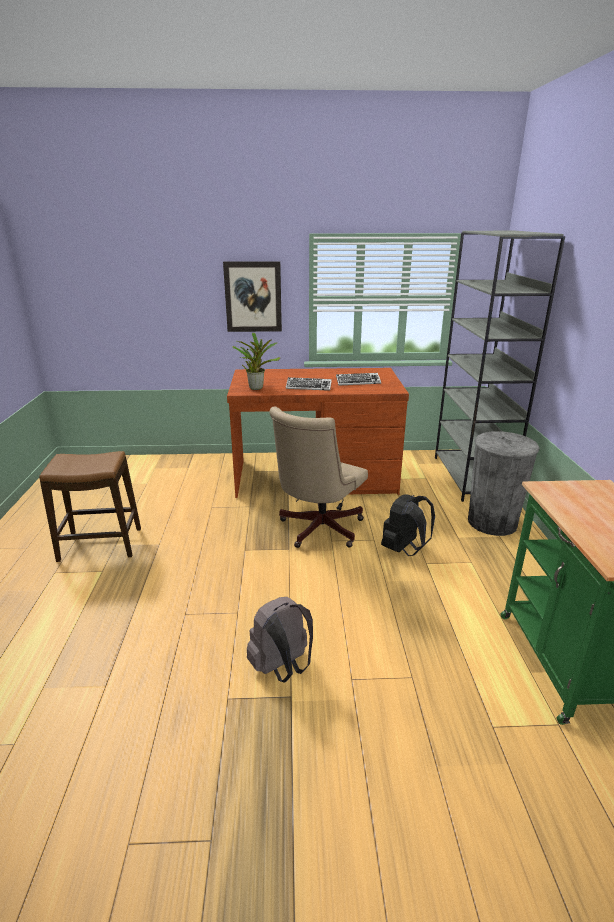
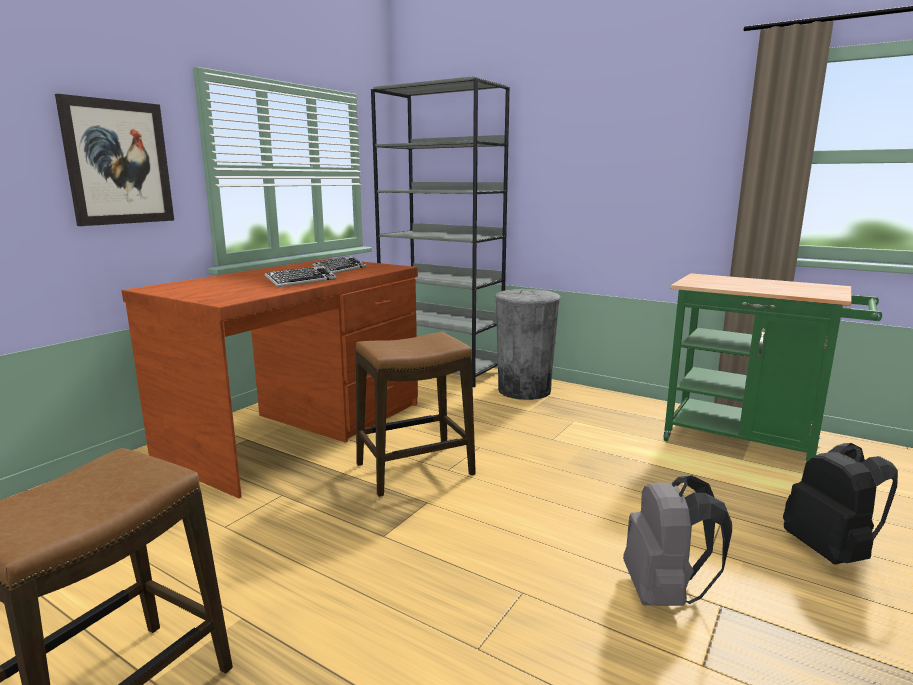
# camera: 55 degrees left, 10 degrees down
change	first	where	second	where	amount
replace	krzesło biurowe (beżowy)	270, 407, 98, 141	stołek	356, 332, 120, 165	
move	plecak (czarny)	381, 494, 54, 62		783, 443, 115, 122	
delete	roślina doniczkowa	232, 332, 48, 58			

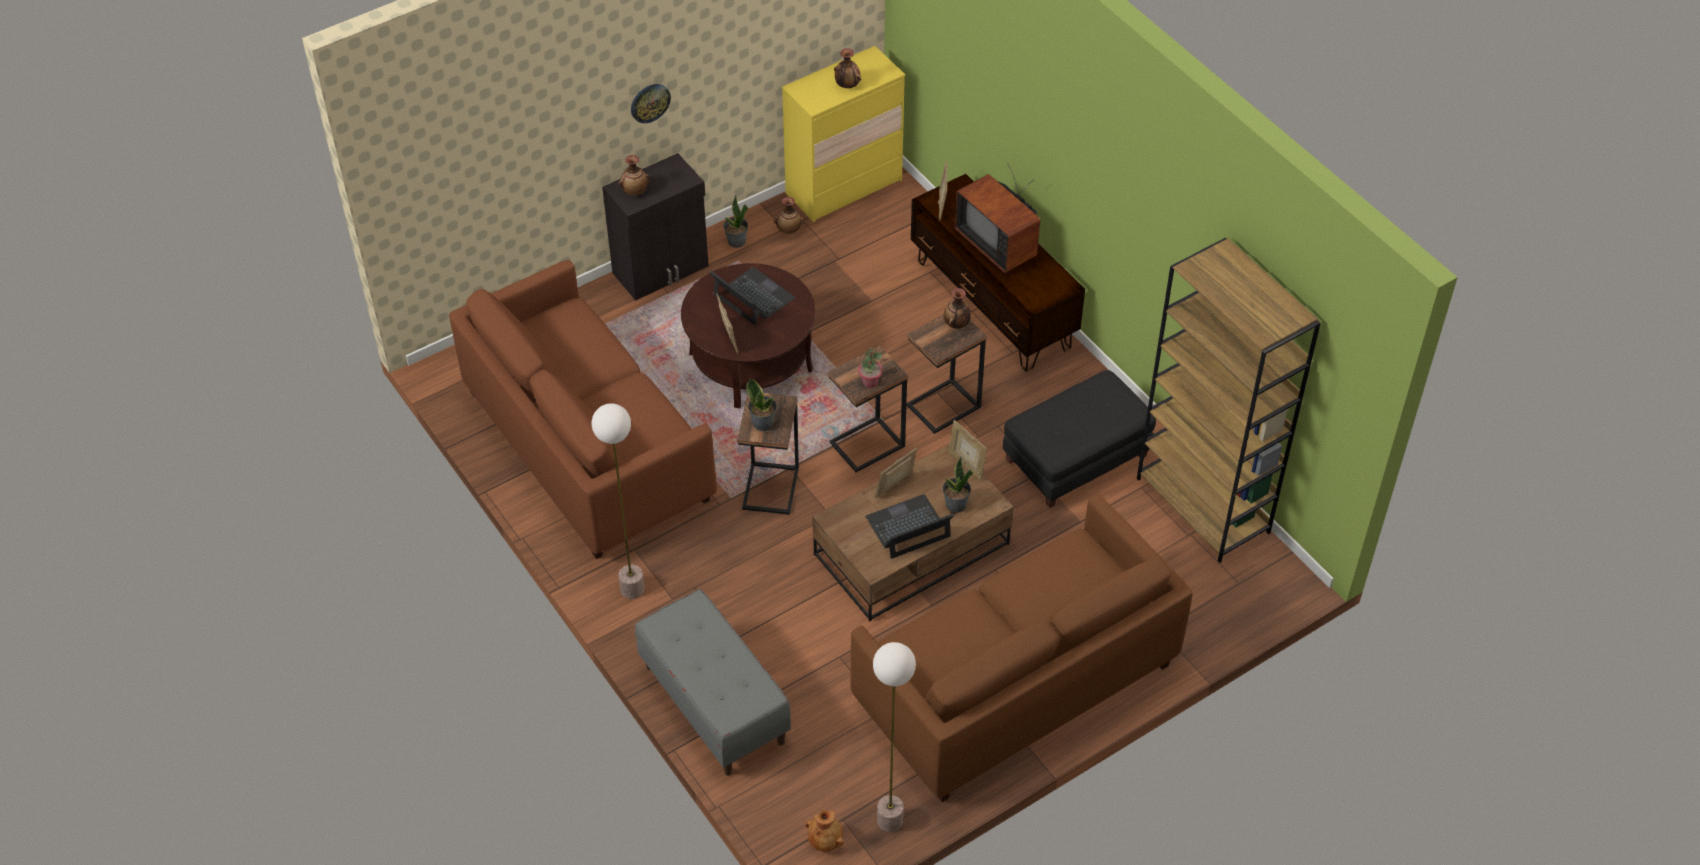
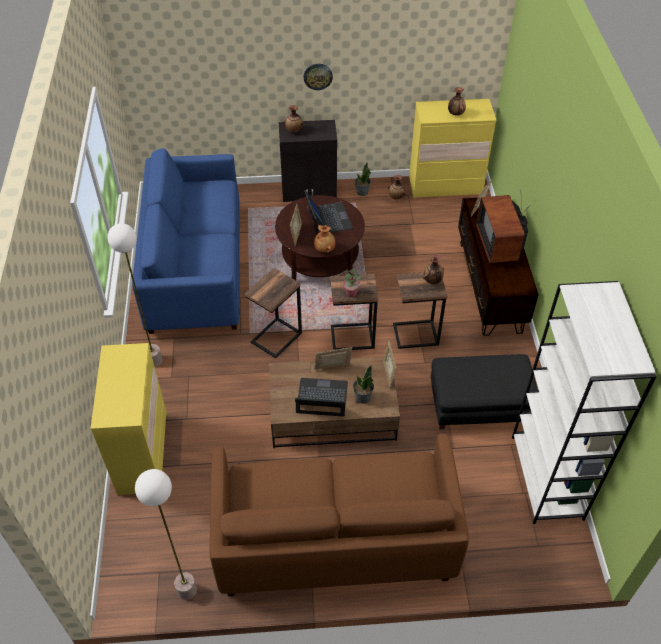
# camera: 30 degrees right, 0 degrees up
change	first	where	second	where	amount
replace	ławka (szary)	635, 589, 156, 187	komoda (żółty)	91, 343, 76, 152	
recolor	kanapa (brązowy)	449, 260, 268, 299	kanapa (niebieski)	132, 148, 108, 186	
move	wazon (brązowy)	806, 810, 38, 41		314, 225, 21, 28	
recolor	regał (brązowy)	1137, 238, 184, 325	regał (biały)	512, 281, 145, 243	
delete	roślina doniczkowa	747, 379, 30, 52			

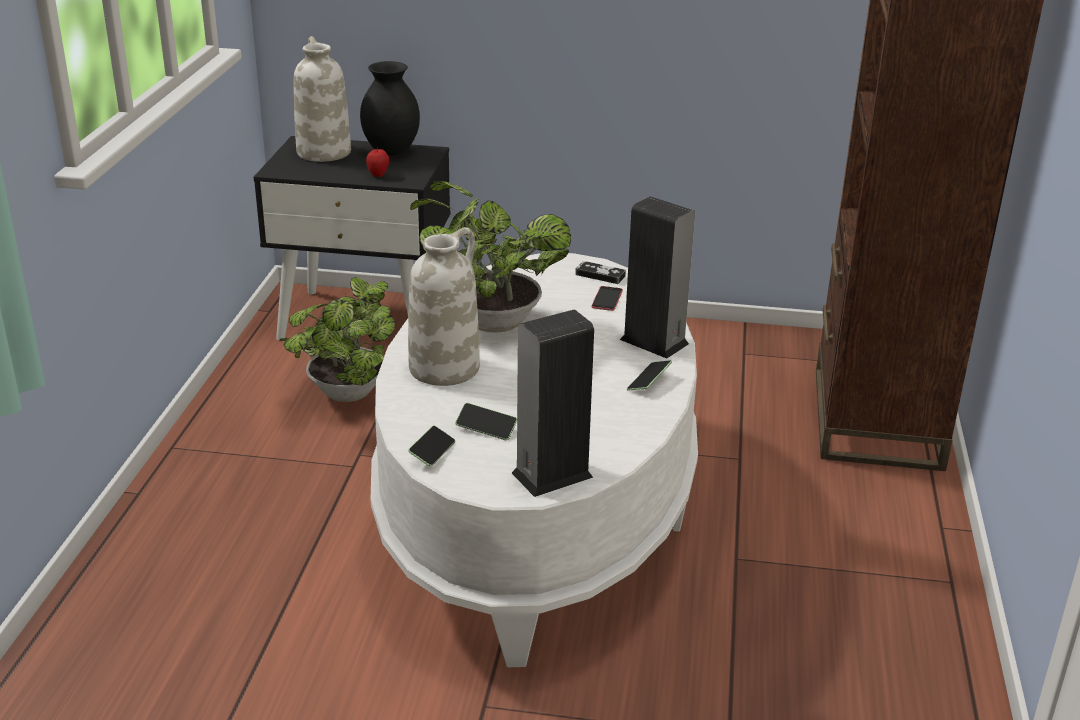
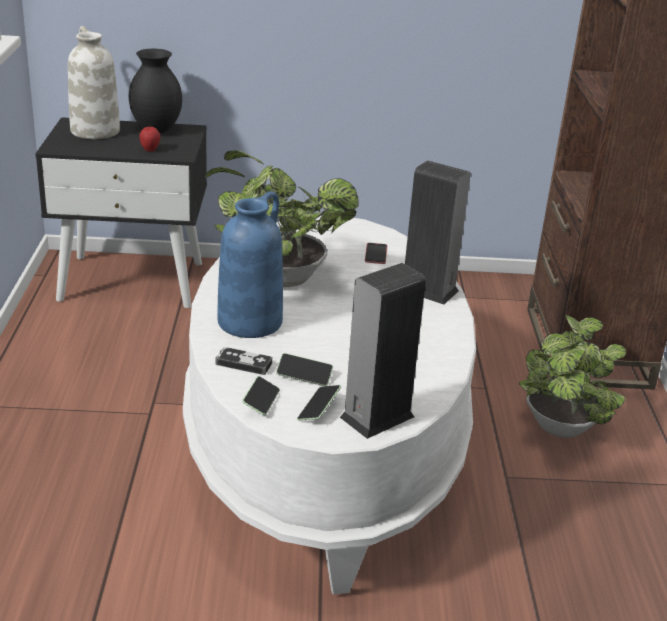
# camera: 10 degrees left, 0 degrees up
change	first	where	second	where	amount
move	pad do gier	575, 261, 51, 23		216, 347, 56, 28	
recolor	wazon (biały)	408, 227, 72, 159	wazon (niebieski)	217, 191, 66, 147	
move	telefon	627, 360, 45, 31		297, 385, 44, 36	
move	roślina doniczkowa	280, 277, 115, 125		519, 314, 107, 124	

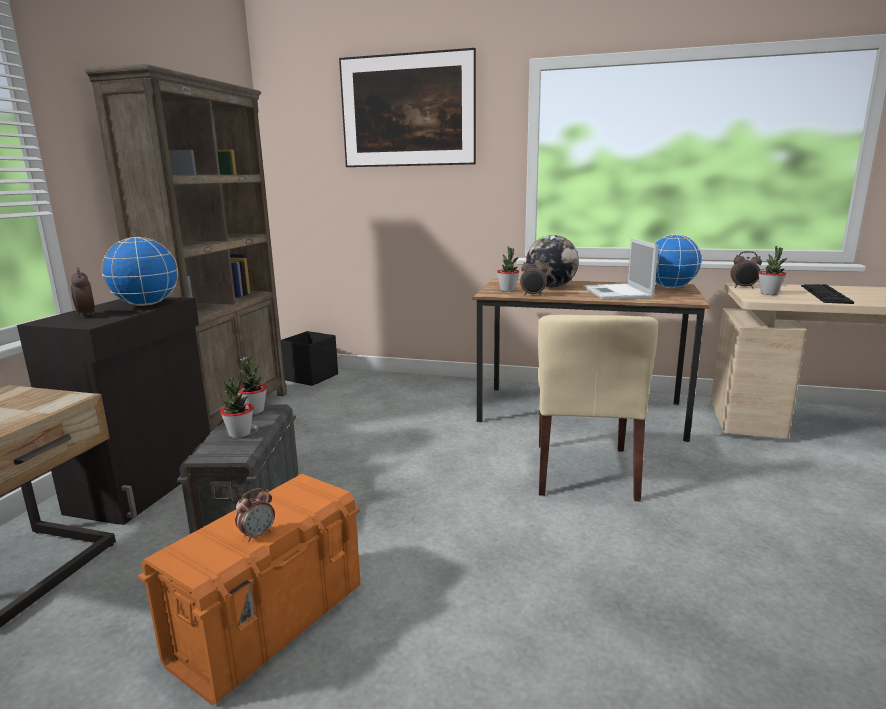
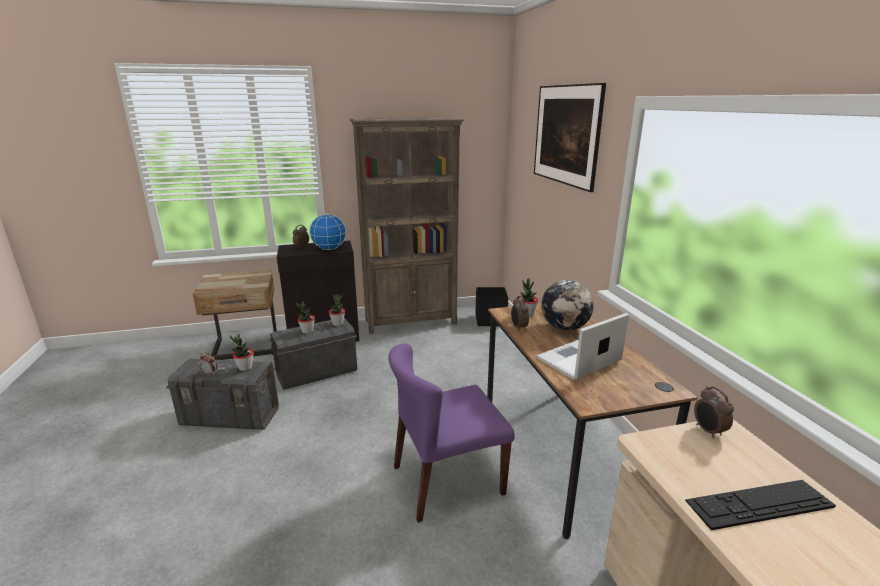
# camera: 60 degrees right, 5 degrees up
change	first	where	second	where	amount
recolor	pojemnik do przechowywania (pomarańczowy)	138, 474, 222, 232	pojemnik do przechowywania (szary)	166, 359, 113, 71	
move	roślina doniczkowa	758, 246, 30, 49		230, 334, 24, 37	
recolor	krzesło (beżowy)	538, 315, 120, 186	krzesło (fioletowy)	388, 343, 127, 180	
delete	globus	654, 234, 48, 54			

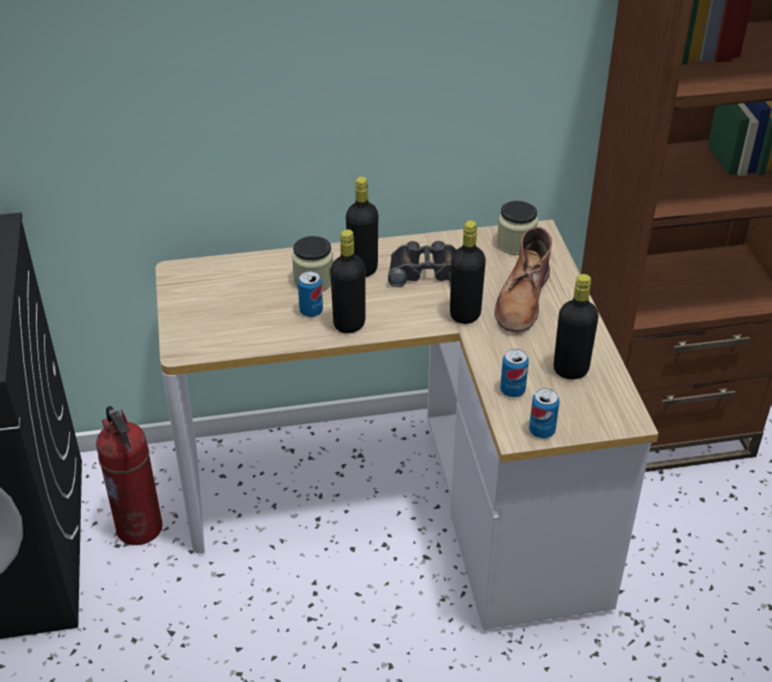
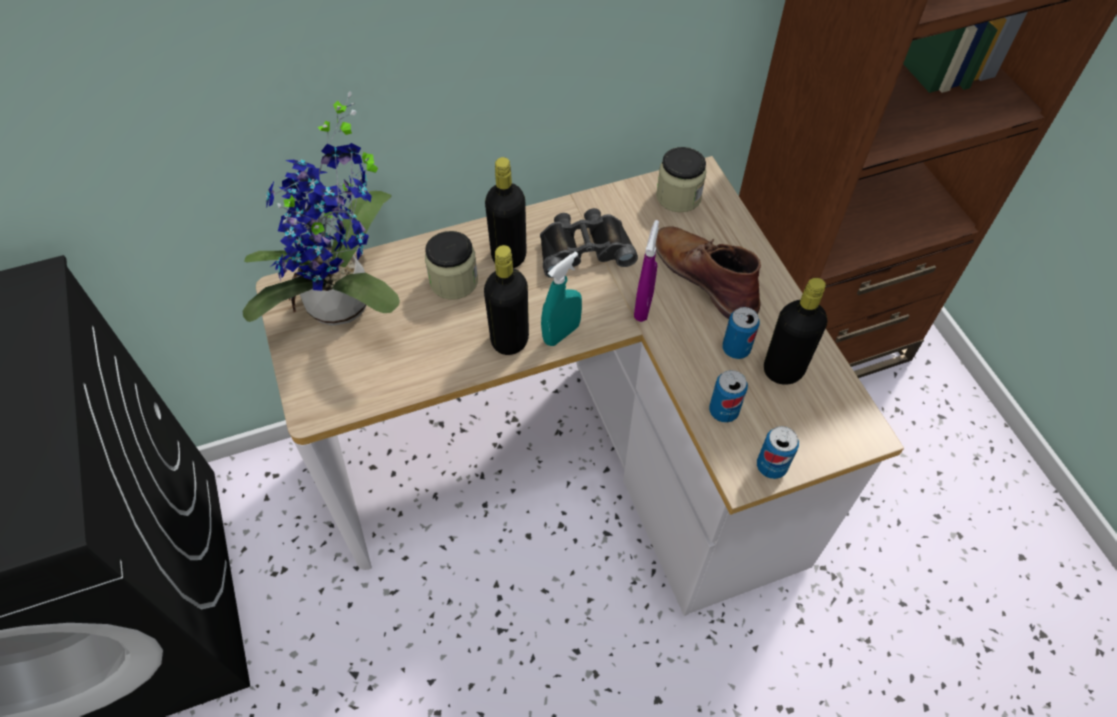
# camera: 10 degrees left, 15 degrees up
change	first	where	second	where	amount
insert			roślina doniczkowa	242, 91, 158, 235	
insert			spryskiwacz (turkusowy)	541, 252, 41, 94	
replace	butelka (czarny)	450, 220, 36, 104	spryskiwacz (fioletowy)	634, 220, 25, 102	
rotate	but z cholewką (brązowy)	495, 227, 57, 106		655, 226, 106, 93	135 degrees clockwise
move	puszka	298, 271, 25, 46		722, 307, 38, 52	
delete	gaśnica	96, 406, 67, 139			

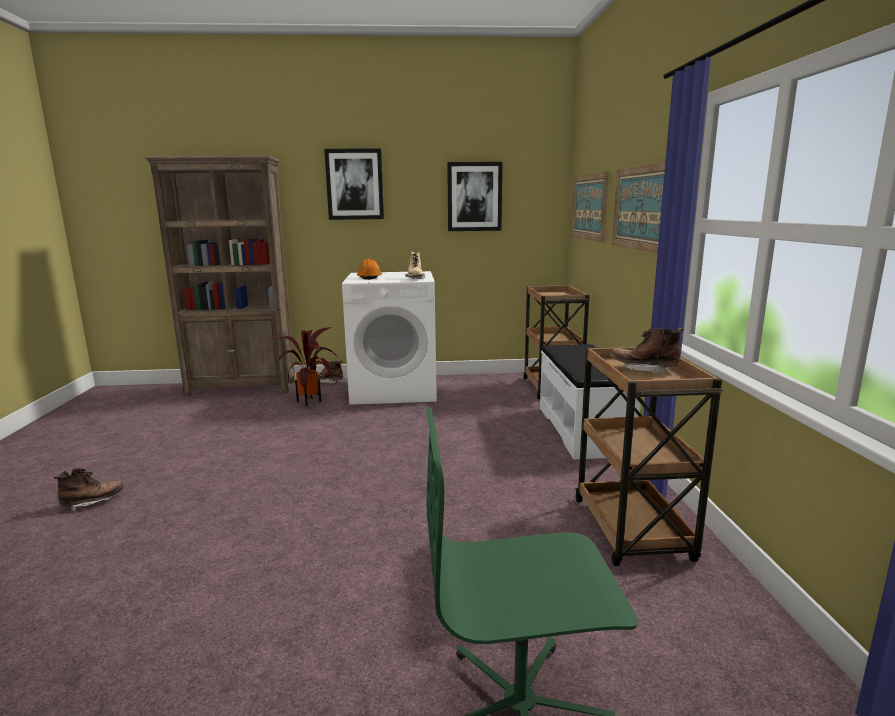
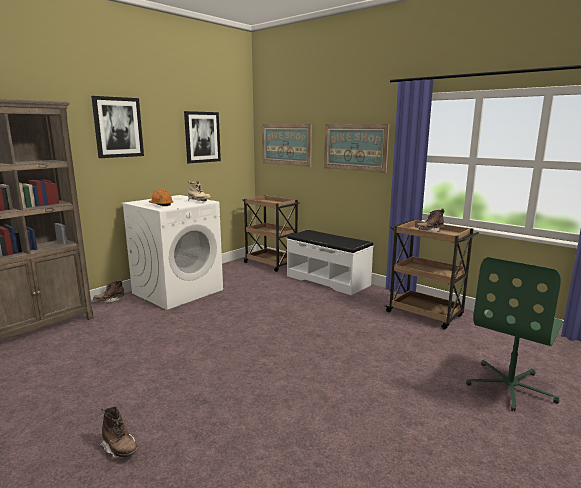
# camera: 45 degrees left, 0 degrees up
change	first	where	second	where	amount
rotate	but z cholewką (brązowy)	53, 468, 71, 44		100, 407, 38, 51	120 degrees clockwise
delete	roślina doniczkowa	275, 327, 64, 79			

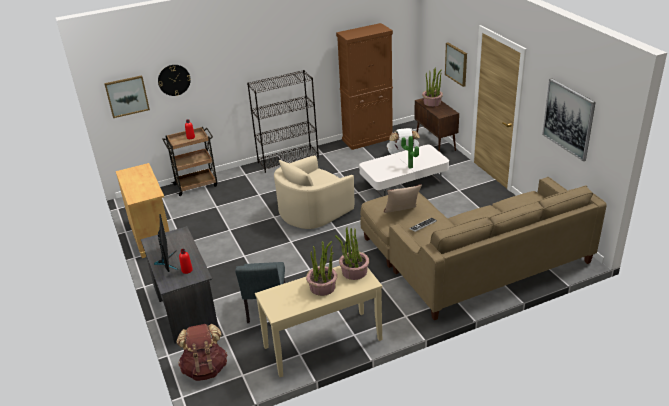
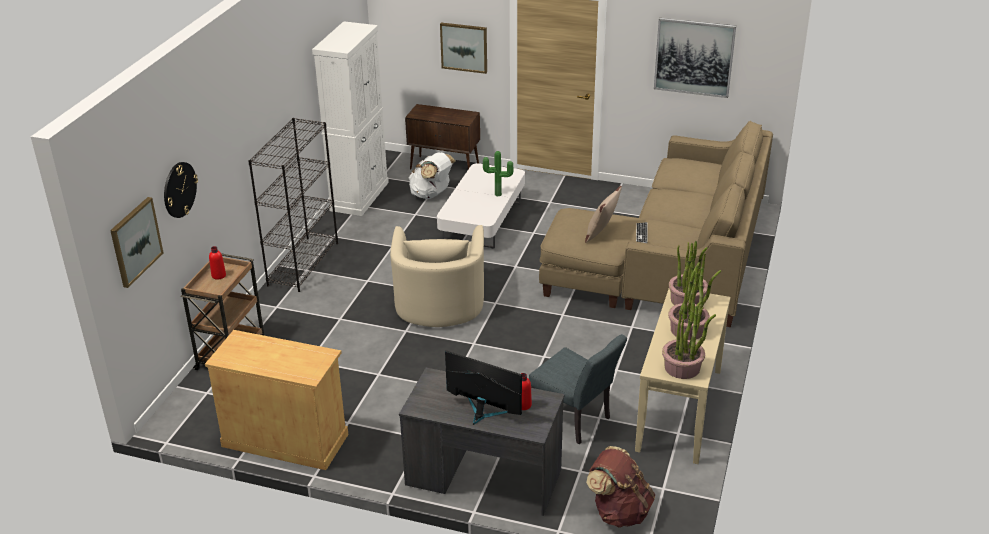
# camera: 50 degrees left, 0 degrees up
change	first	where	second	where	amount
recolor	szafka (brązowy)	336, 23, 57, 127	szafka (biały)	312, 21, 77, 195	
move	roślina doniczkowa	422, 68, 21, 39		662, 301, 54, 78	

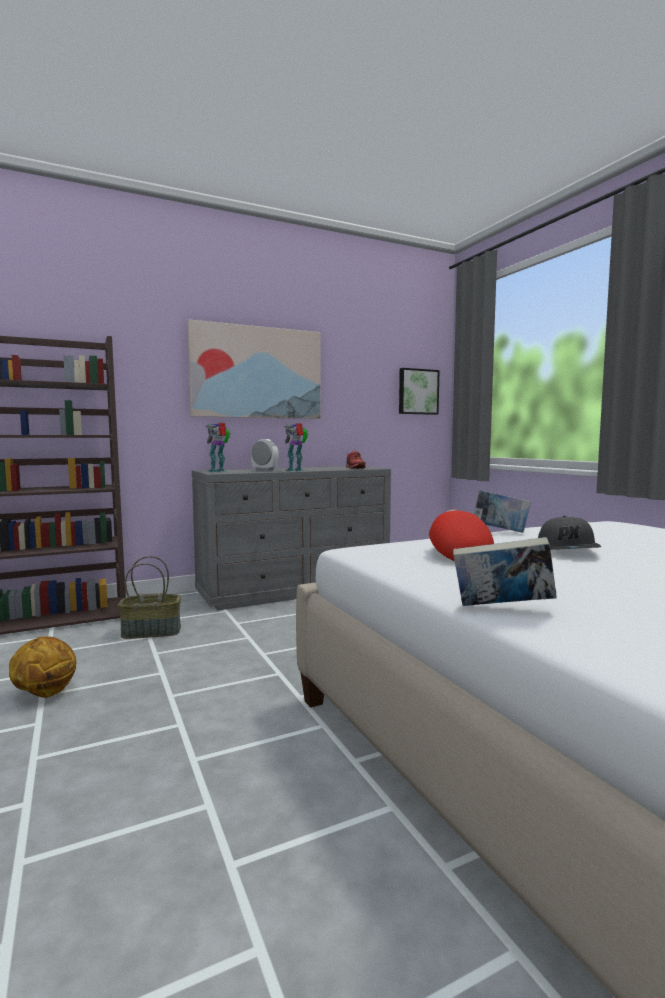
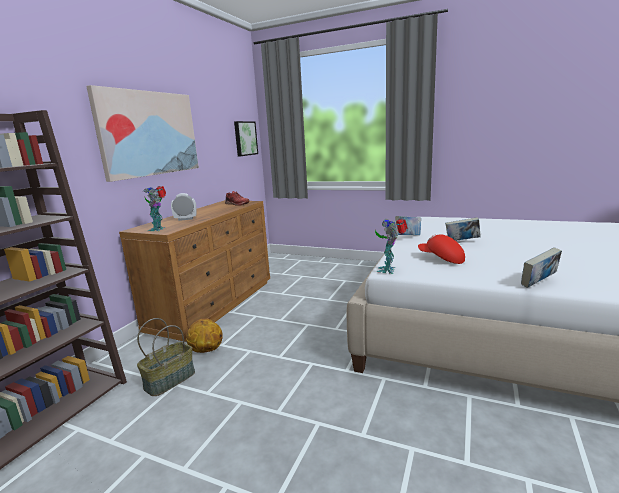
# camera: 40 degrees left, 10 degrees up
change	first	where	second	where	amount
recolor	komoda (szary)	192, 466, 199, 144	komoda (brązowy)	119, 200, 151, 142	
move	piłka do koszykówki	9, 636, 67, 62		186, 318, 37, 35	
move	robot zabawkowy	284, 423, 24, 48		375, 219, 32, 55	
replace	czapka z daszkiem (szary)	538, 516, 63, 34	książka	445, 217, 36, 24	

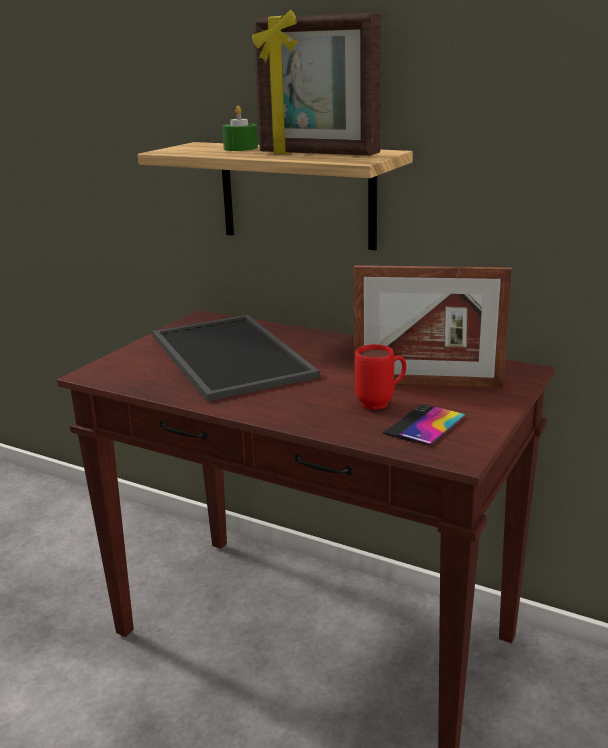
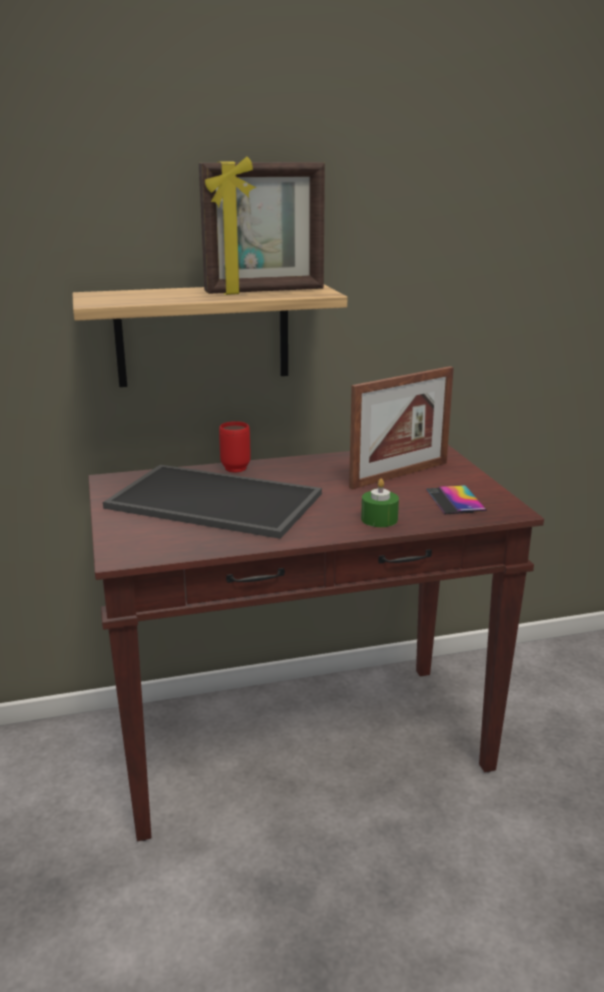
# camera: 45 degrees left, 0 degrees up
change	first	where	second	where	amount
move	kubek (czerwony)	355, 344, 51, 66		219, 421, 32, 52	
move	świeca (zielony)	222, 105, 36, 46		361, 479, 38, 48	

